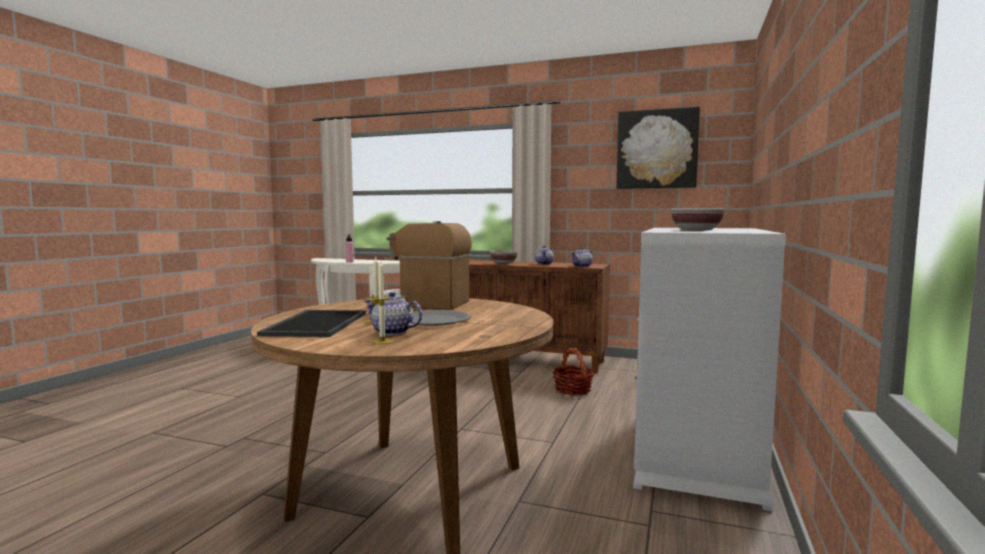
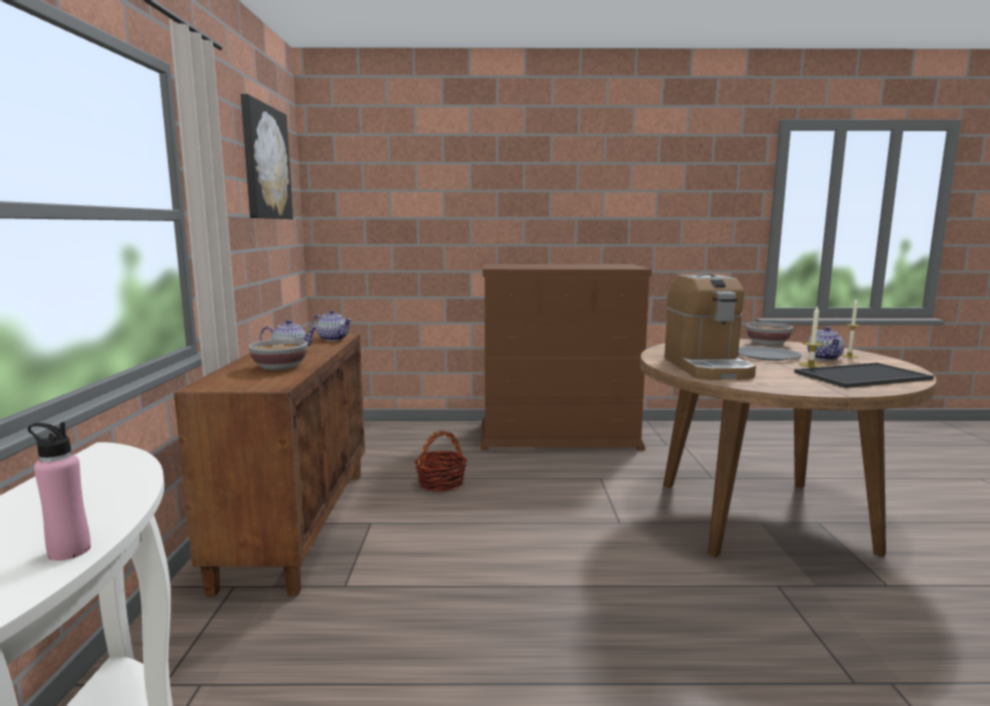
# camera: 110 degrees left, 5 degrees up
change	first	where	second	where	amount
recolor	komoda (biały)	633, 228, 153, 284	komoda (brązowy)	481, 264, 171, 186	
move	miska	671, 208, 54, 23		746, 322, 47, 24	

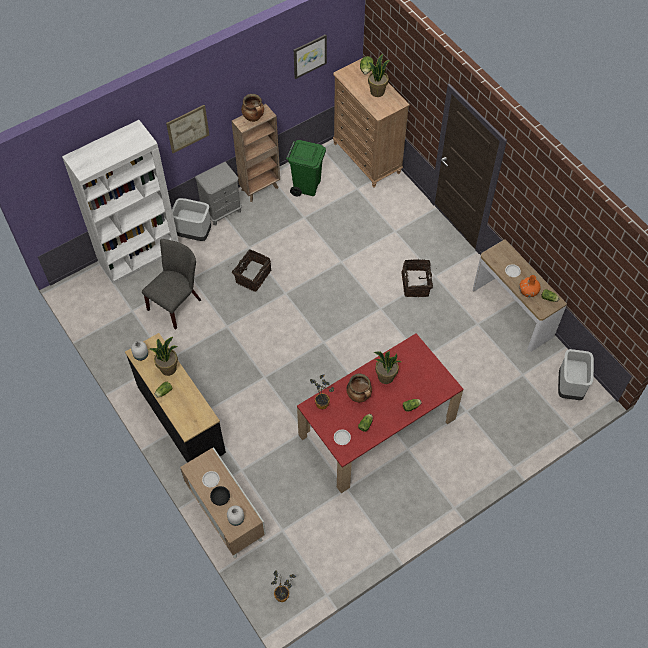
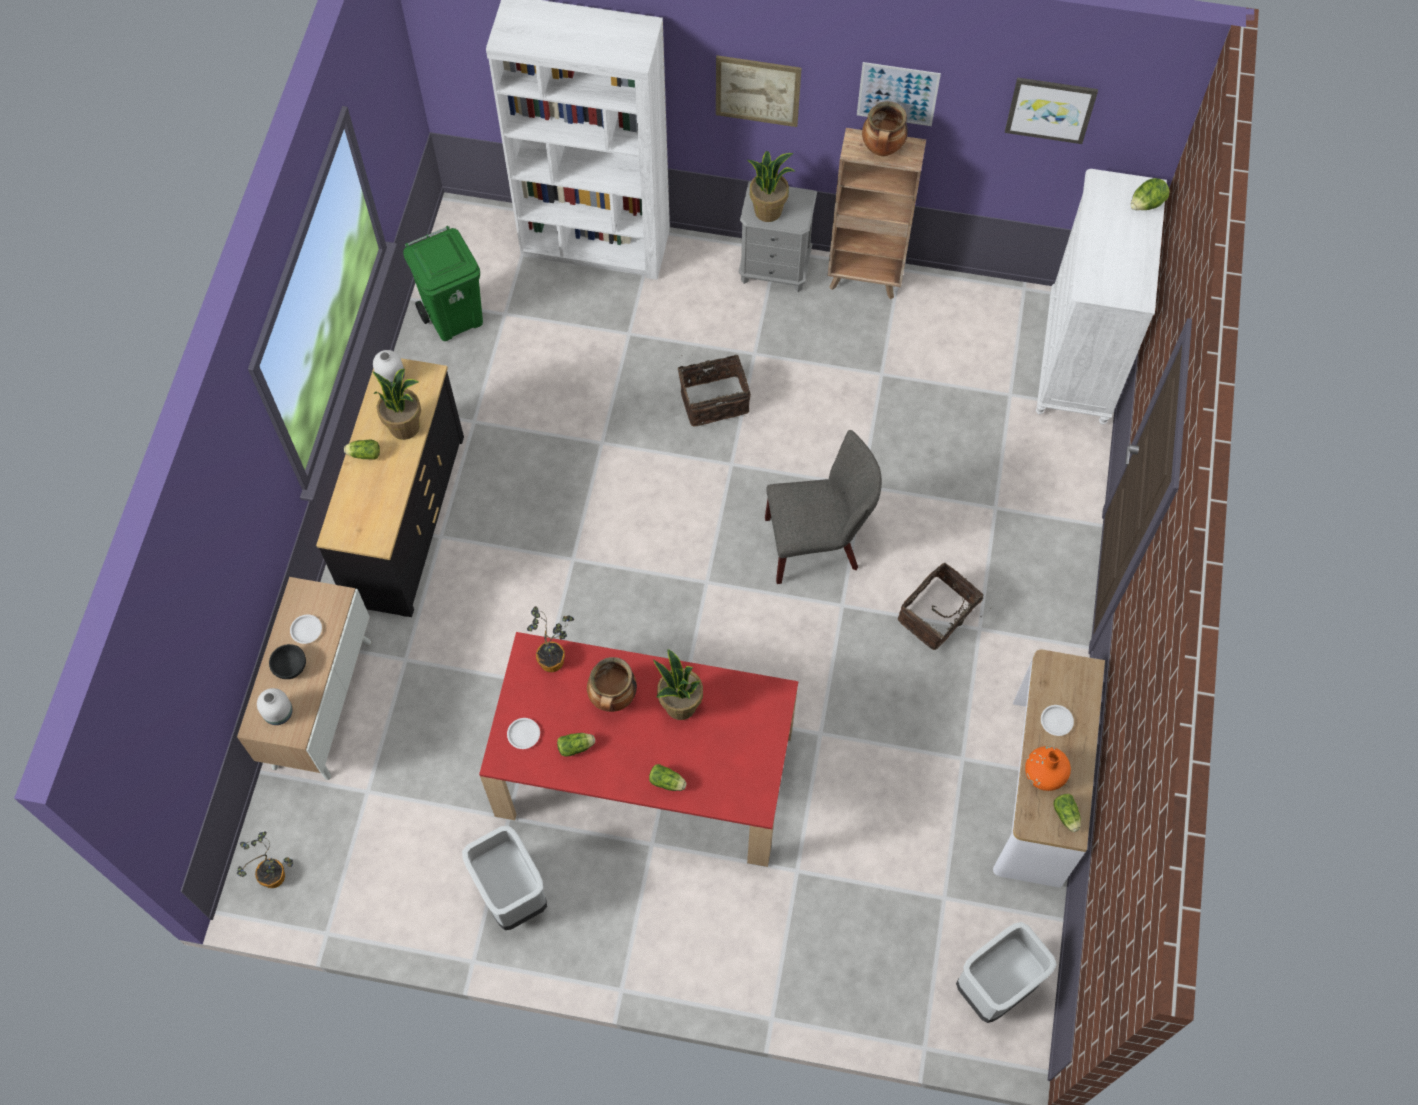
# camera: 45 degrees right, 5 degrees up
change	first	where	second	where	amount
move	kosz na śmieci (zielony)	286, 140, 40, 56		403, 226, 80, 115	
move	kosz na śmieci (szary)	172, 198, 39, 43		462, 825, 85, 105	
move	roślina doniczkowa	368, 54, 22, 43		747, 151, 49, 71	
move	krzesło (szary)	142, 239, 59, 91		765, 430, 117, 154	
insert			obraz	857, 62, 84, 64	
recolor	komoda (brązowy)	333, 58, 77, 130	komoda (biały)	1036, 169, 131, 256	

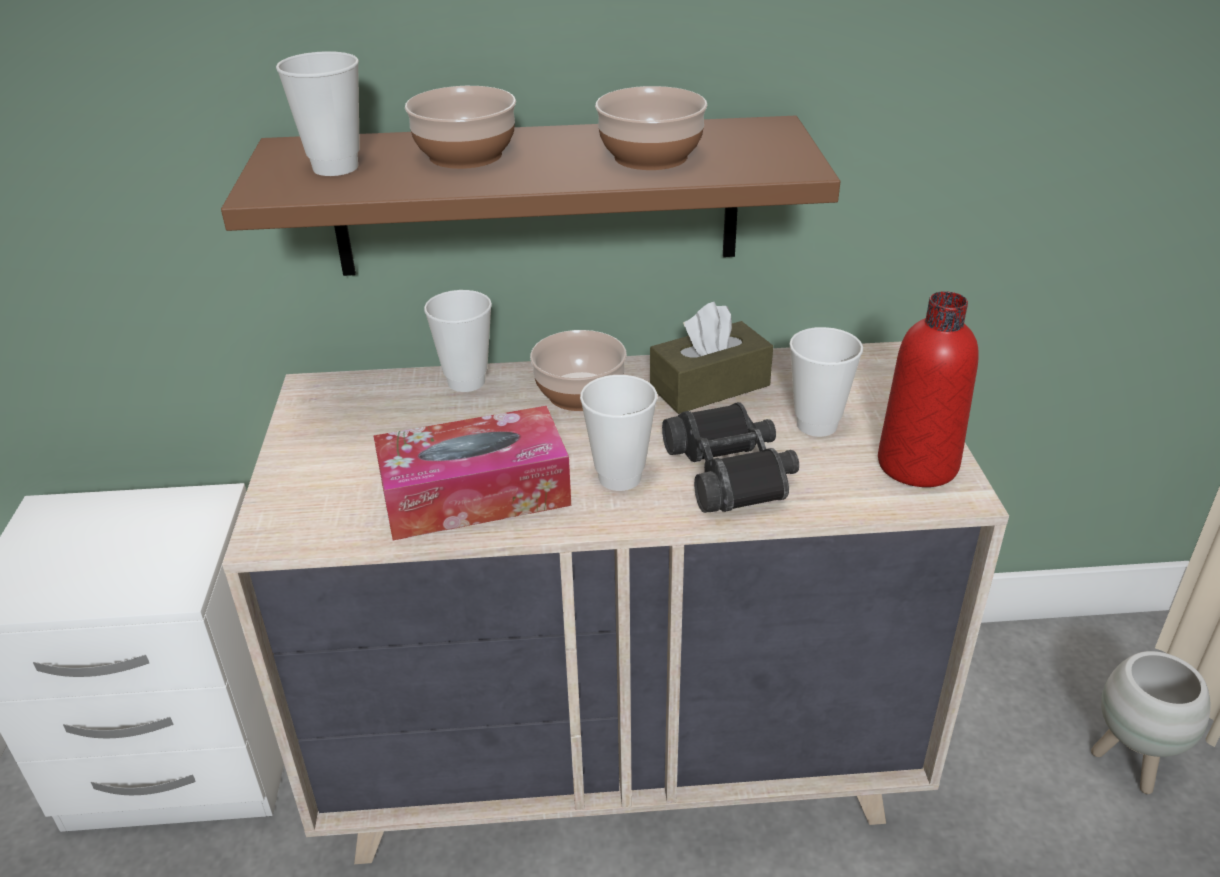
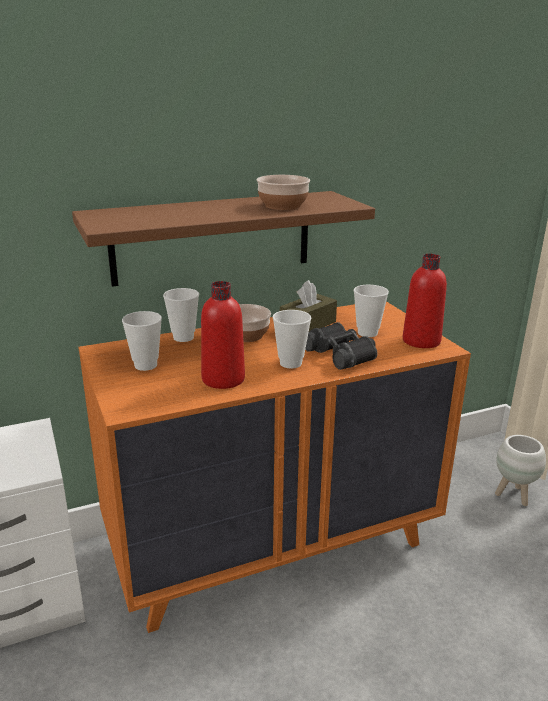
# camera: 20 degrees left, 10 degrees down
change	first	where	second	where	amount
recolor	komoda (beżowy)	222, 341, 787, 523	komoda (pomarańczowy)	78, 301, 393, 332	
move	filiżanka	276, 51, 84, 125		122, 311, 40, 60	
replace	pudełko chusteczek	374, 406, 197, 134	butelka (czerwony)	201, 281, 44, 108	
delete	miska	405, 86, 111, 83			

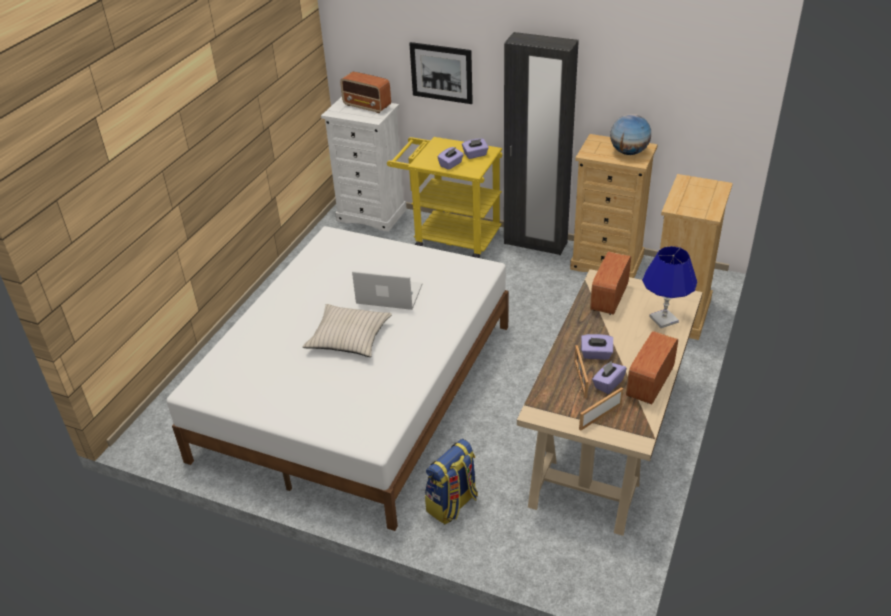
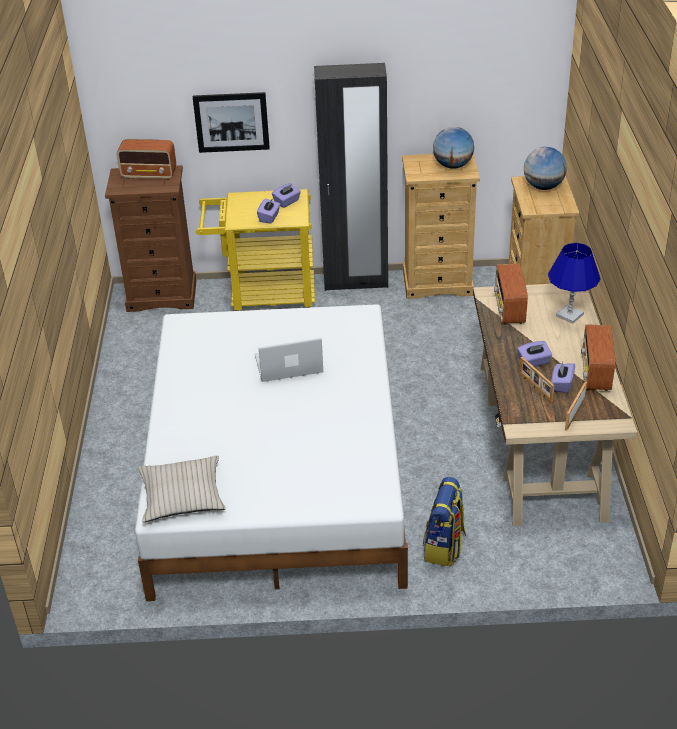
# camera: 25 degrees left, 0 degrees up
change	first	where	second	where	amount
recolor	komoda (biały)	321, 97, 86, 135	komoda (brązowy)	105, 165, 91, 147	
move	poduszka (beżowy)	303, 304, 89, 53		138, 456, 88, 66	
insert			globus	524, 147, 43, 43	

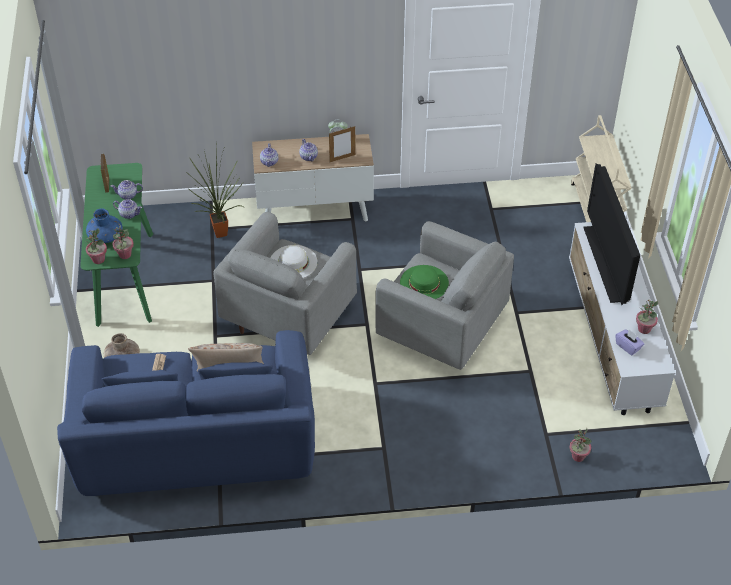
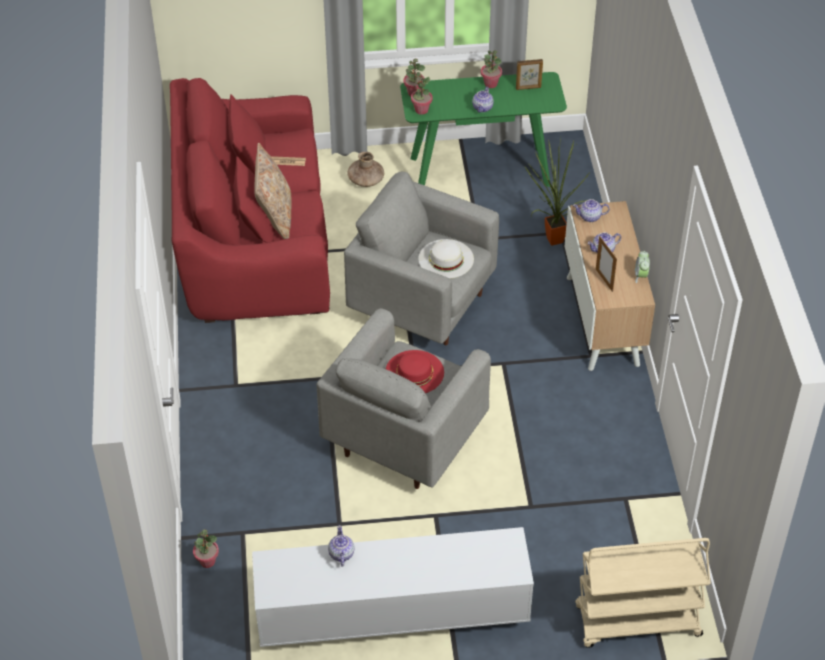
# camera: 90 degrees right, 0 degrees up
change	first	where	second	where	amount
recolor	kanapa (niebieski)	57, 330, 258, 166	kanapa (czerwony)	170, 78, 160, 245	
move	imbryk	110, 180, 33, 19		328, 525, 27, 42	
recolor	kapelusz (zielony)	400, 265, 49, 34	kapelusz (czerwony)	386, 350, 58, 43	
move	roślina doniczkowa	636, 300, 22, 34		481, 50, 21, 38	
delete	wazon (niebieski)	86, 209, 37, 34			
delete	telewizor	583, 164, 57, 141			
delete	pudełko chusteczek (fioletowy)	615, 329, 29, 26			

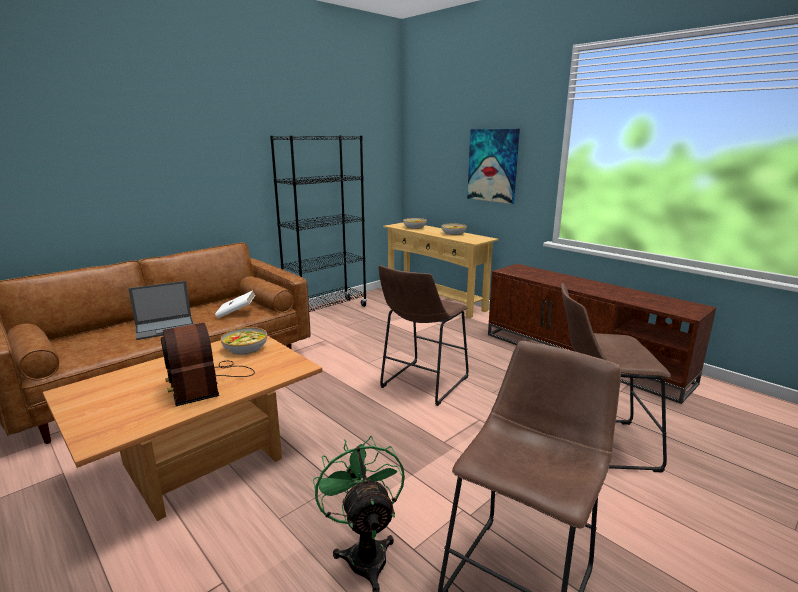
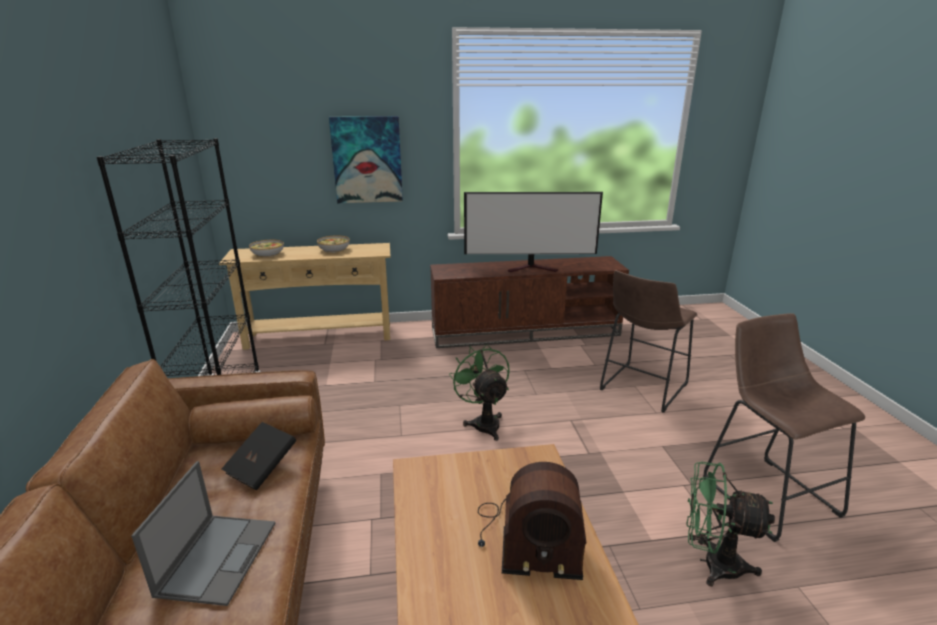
# camera: 55 degrees left, 5 degrees up
change	first	where	second	where	amount
recolor	książka (biały)	215, 291, 40, 27	książka (czarny)	222, 422, 74, 69	
replace	stołek (brązowy)	378, 265, 90, 141	wentylator (zielony)	449, 344, 61, 97	
insert			telewizor	464, 192, 139, 80	
delete	miska	221, 327, 46, 28			

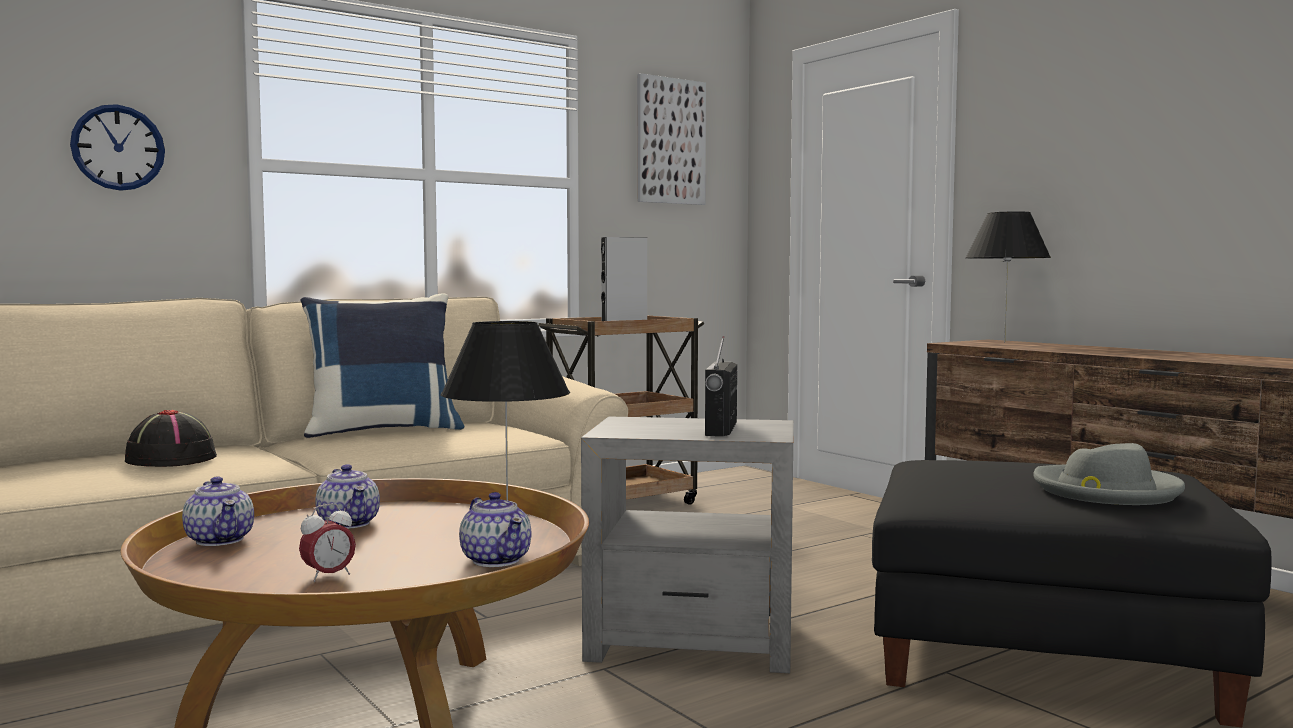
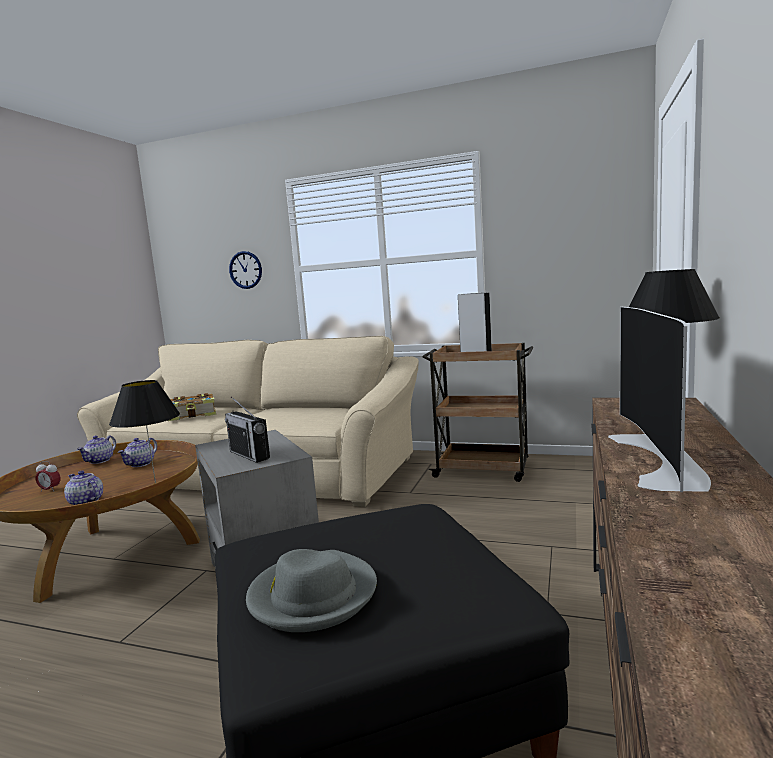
# camera: 55 degrees right, 5 degrees up
change	first	where	second	where	amount
rotate	imbryk	459, 492, 72, 75		64, 471, 39, 34	105 degrees clockwise
replace	kapelusz (czarny)	125, 410, 92, 57	książka	168, 393, 48, 28	
rotate	radio	705, 336, 32, 100		225, 397, 45, 66	105 degrees counterclockwise
insert			telewizor	608, 307, 103, 185	
delete	poduszka (niebieski)	300, 294, 164, 145			
delete	obraz	637, 73, 69, 132			

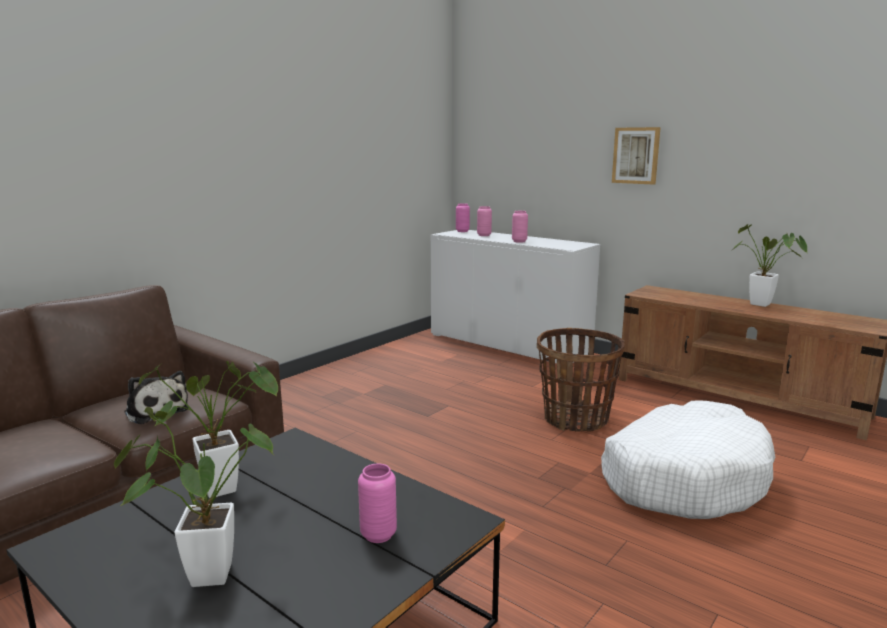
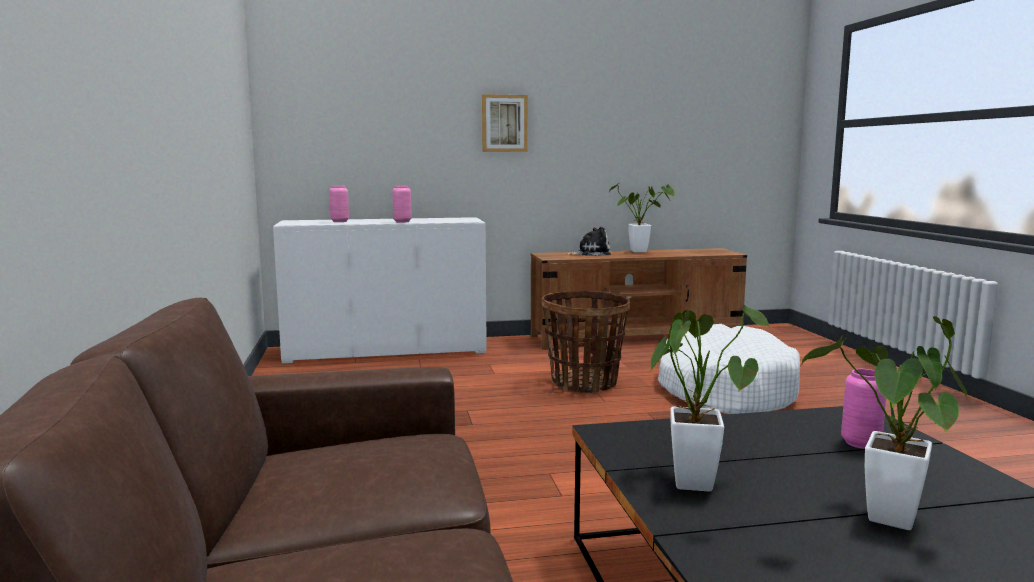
# camera: 50 degrees left, 5 degrees down
change	first	where	second	where	amount
move	pluszak	124, 371, 65, 53		566, 227, 45, 29	
delete	wazon (różowy)	456, 203, 14, 29			

